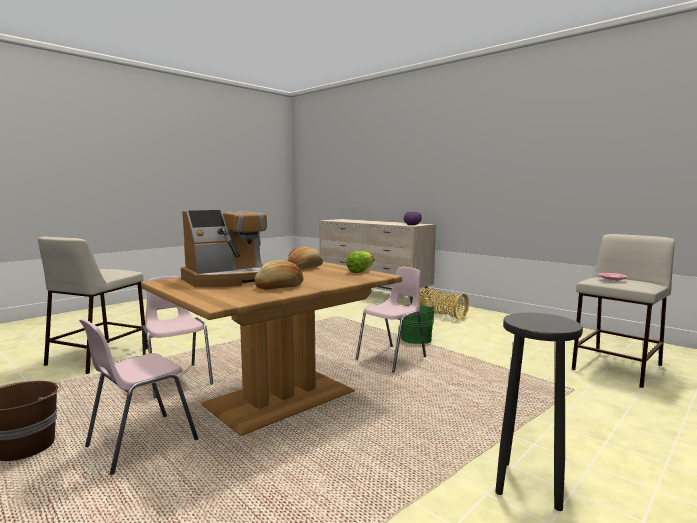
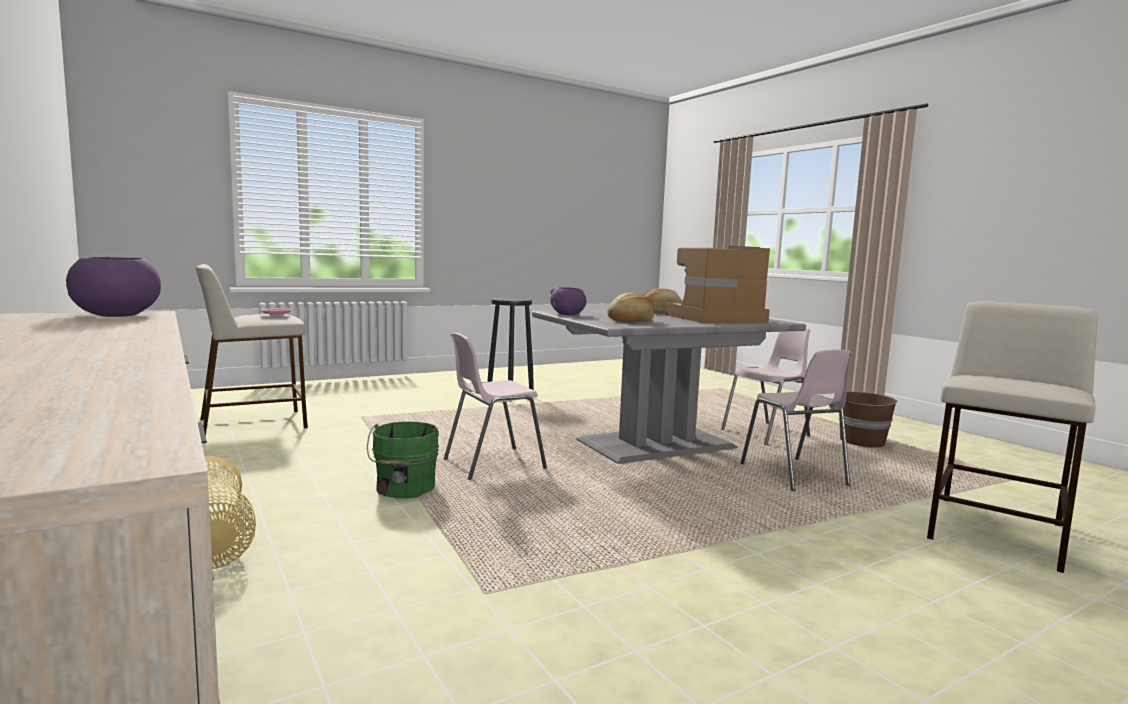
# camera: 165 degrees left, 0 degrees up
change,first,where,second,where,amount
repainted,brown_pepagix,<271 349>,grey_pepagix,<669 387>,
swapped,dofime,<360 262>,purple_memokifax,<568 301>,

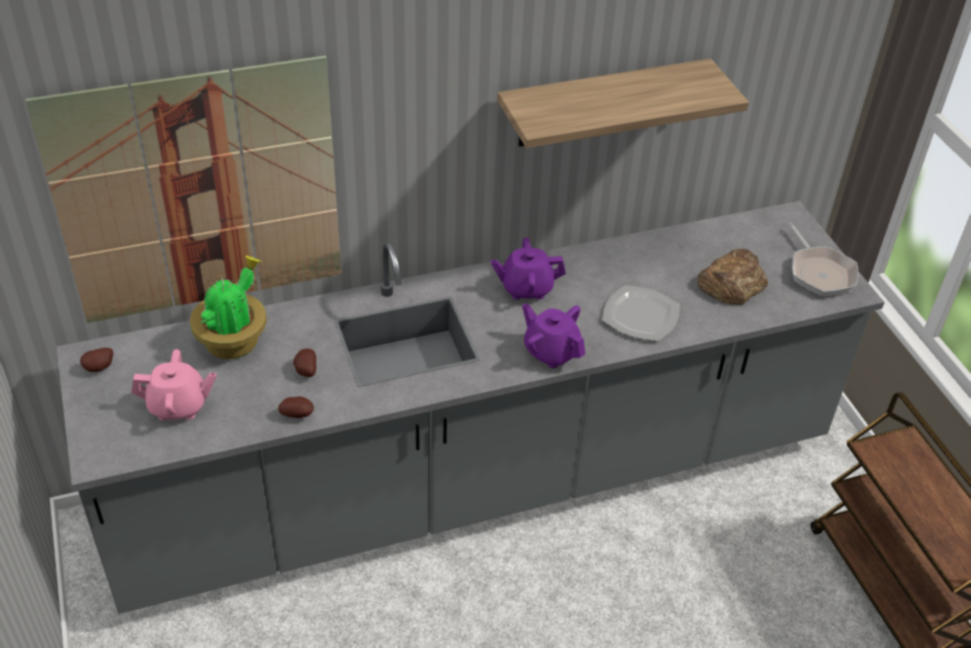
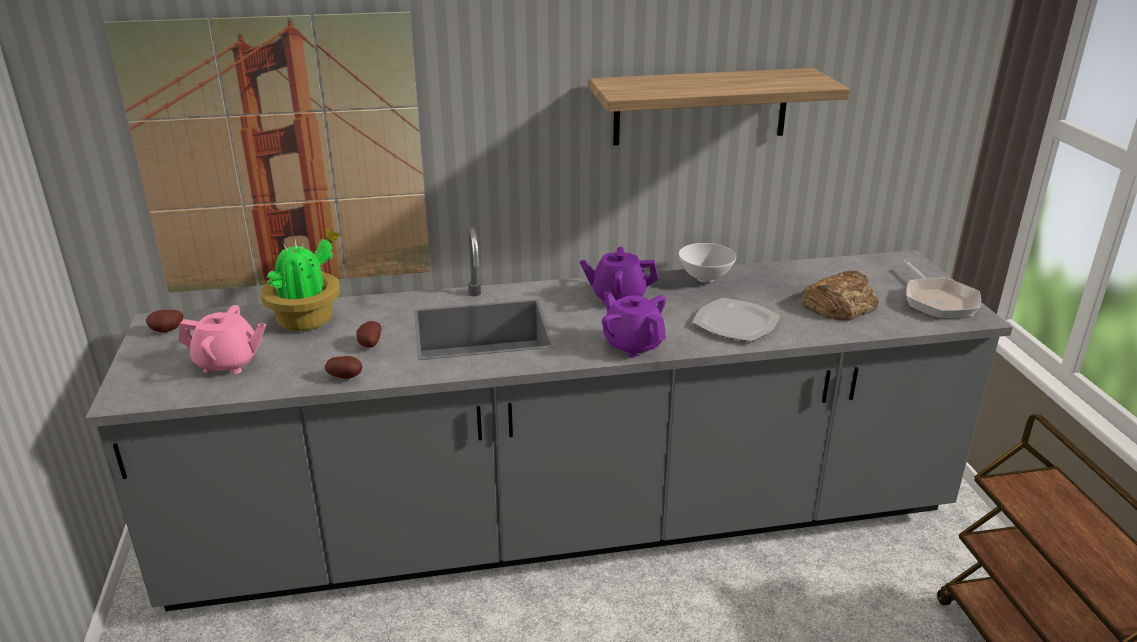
# camera: 10 degrees right, 15 degrees down
change,first,where,second,where,amount
new,,,white_memokifax,<707 263>,

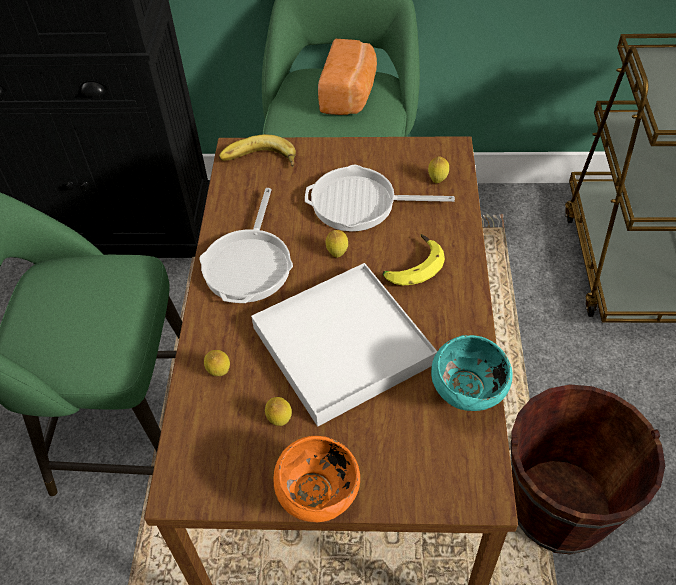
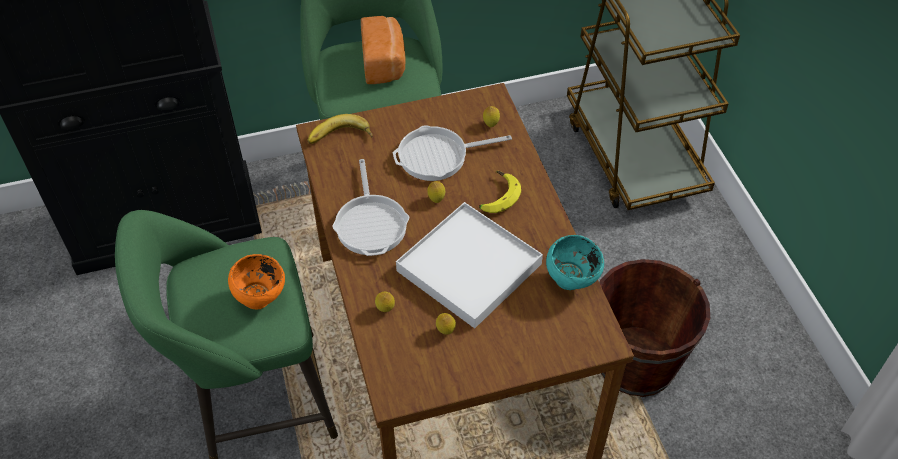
# camera: 20 degrees left, 0 degrees up
change,first,where,second,where,amount
shifted,orange_memokifax,<316 479>,,<256 282>,

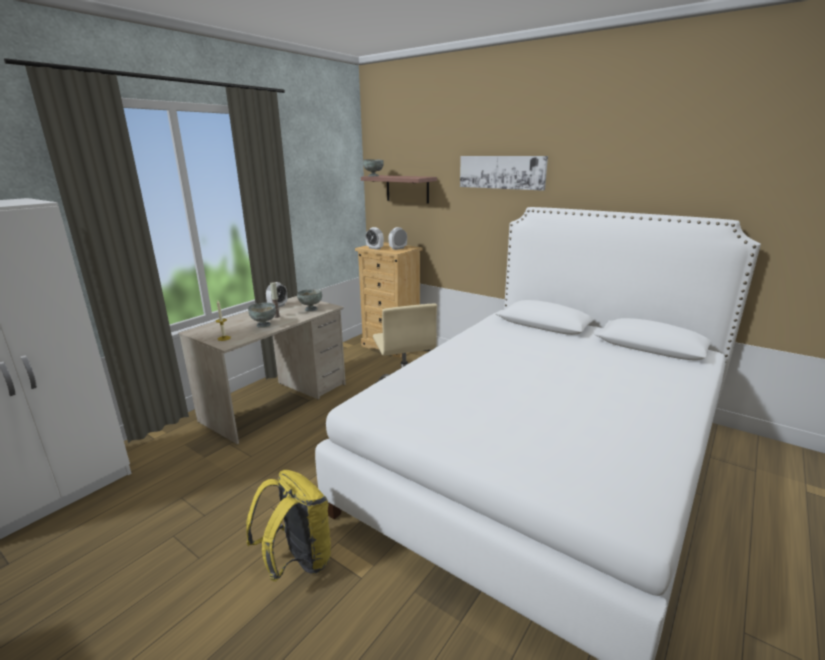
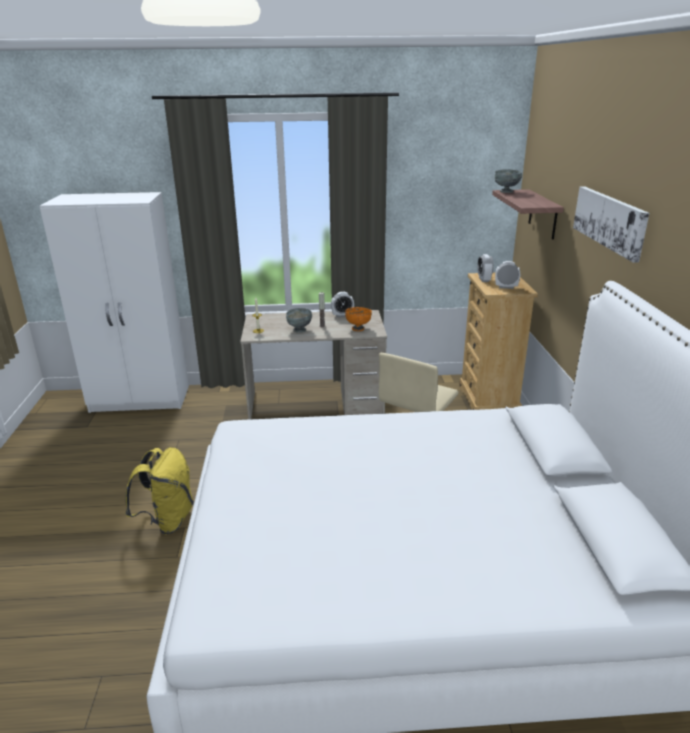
# camera: 50 degrees right, 5 degrees up
change,first,where,second,where,amount
repainted,grey_memokifax,<309 300>,orange_memokifax,<358 319>,

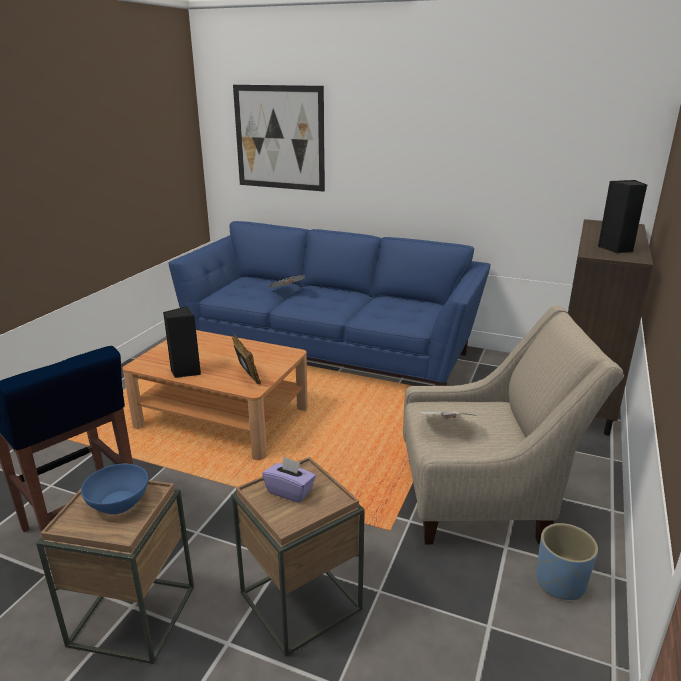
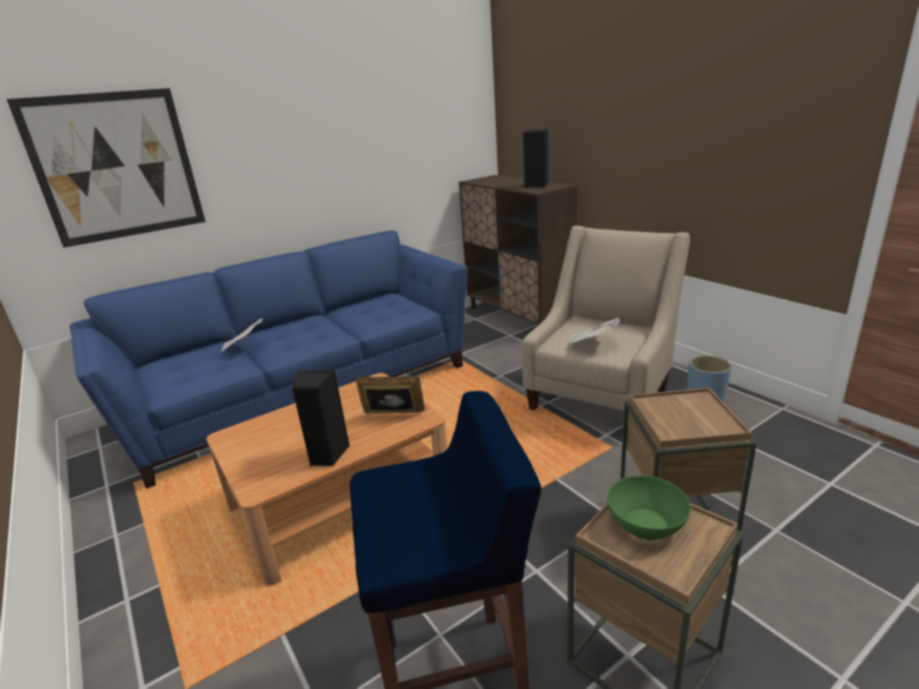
# camera: 55 degrees left, 0 degrees up
change,first,where,second,where,amount
repainted,blue_memokifax,<114 489>,green_memokifax,<649 507>,
gone,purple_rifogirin,<289 479>,,,

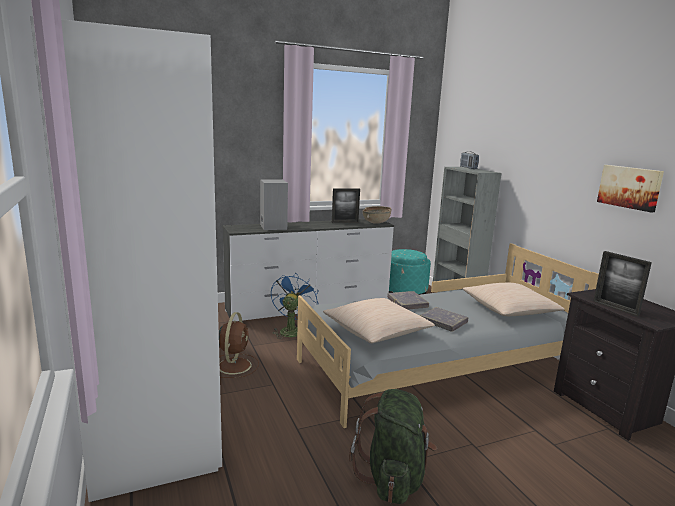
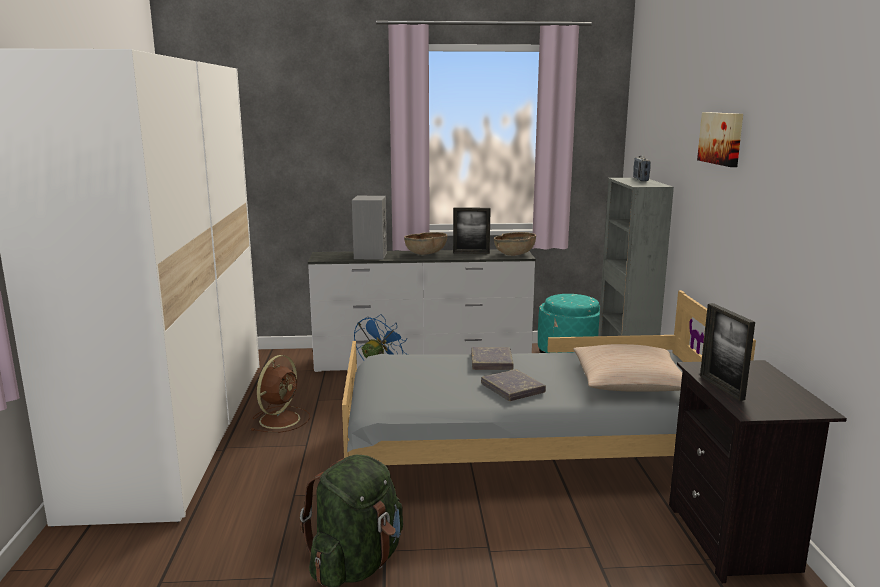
# camera: 20 degrees right, 0 degrees up
change,first,where,second,where,amount
gone,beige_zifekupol,<379 320>,,,
shifted,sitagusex,<630 188>,,<720 139>,
new,,,brown_memokifax,<425 243>,

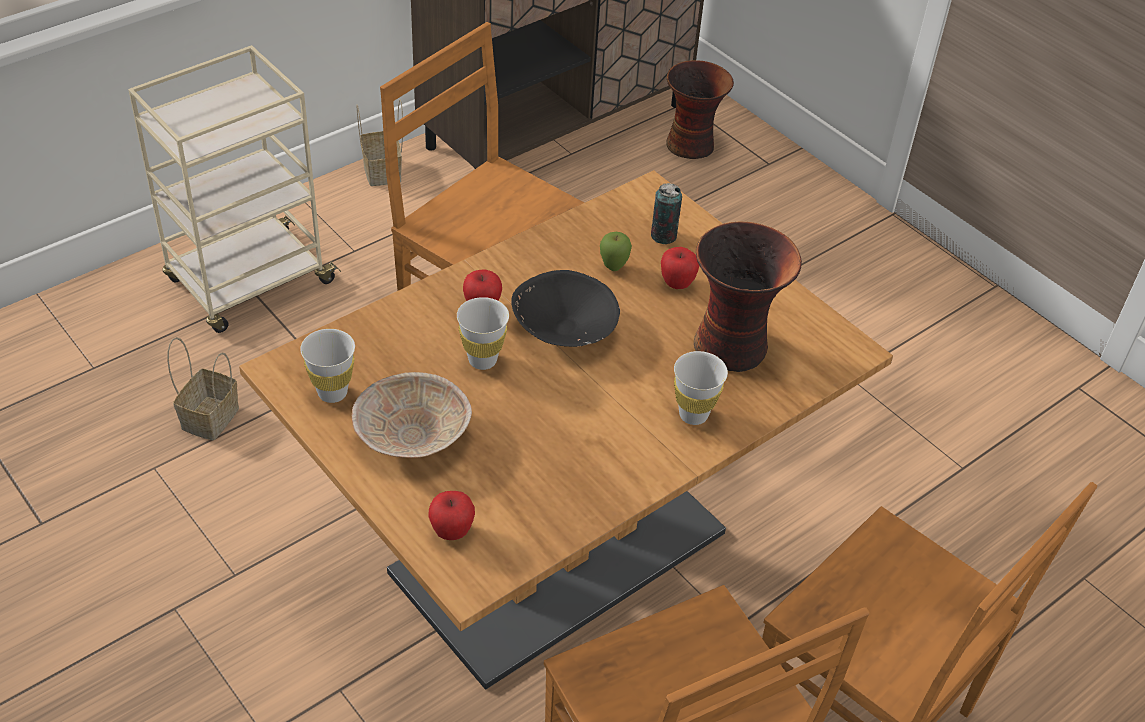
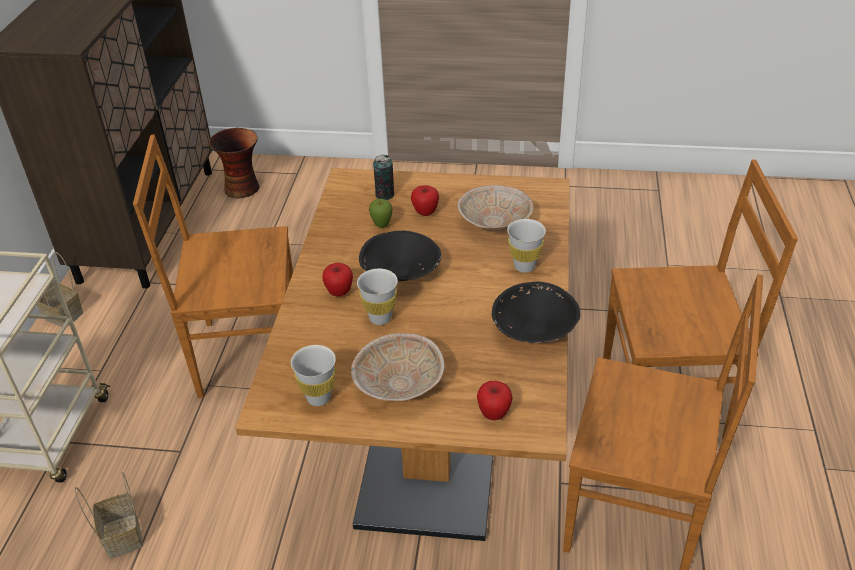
# camera: 40 degrees left, 5 degrees down
change,first,where,second,where,amount
swapped,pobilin,<748 297>,beige_memokifax,<495 207>,
new,,,black_memokifax,<536 312>,

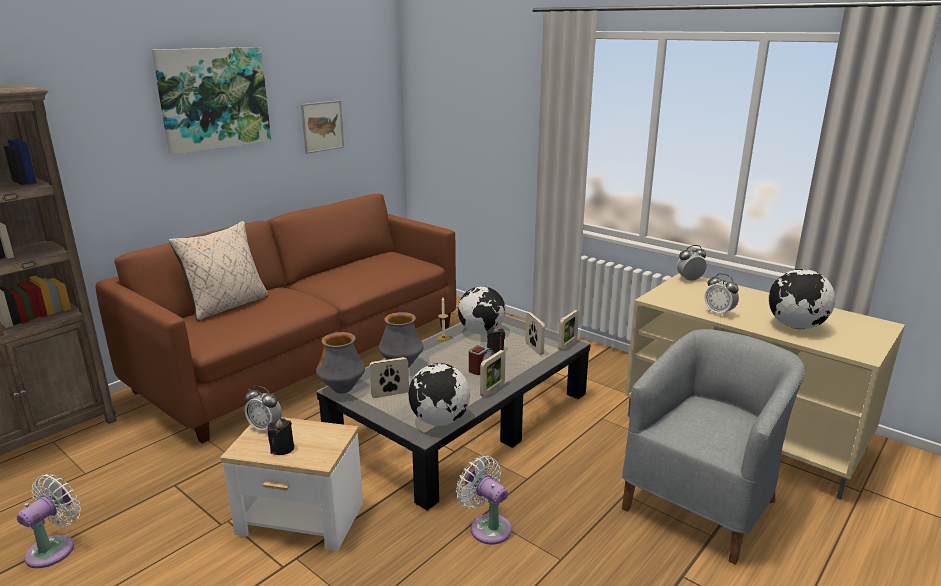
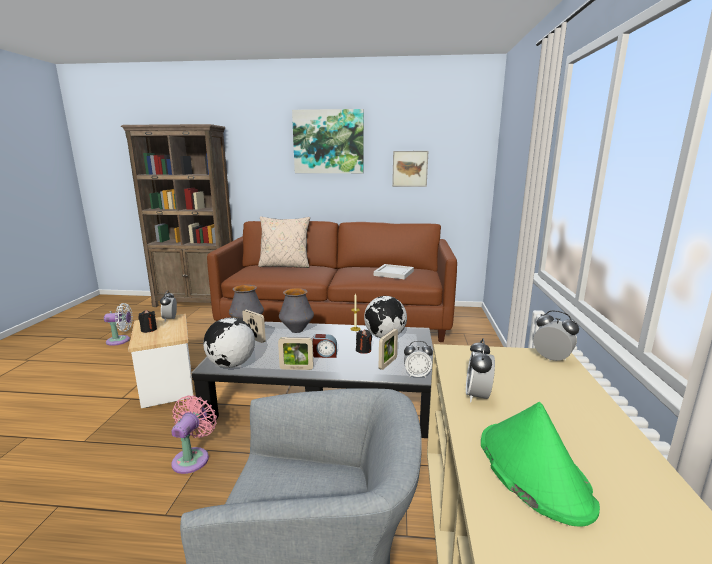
# camera: 55 degrees right, 5 degrees down
change,first,where,second,where,amount
repainted,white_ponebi,<484 500>,pink_ponebi,<194 434>,
swapped,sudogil,<568 330>,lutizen,<418 359>,
swapped,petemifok,<802 299>,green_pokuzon,<540 464>,
new,,,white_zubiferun,<394 271>,

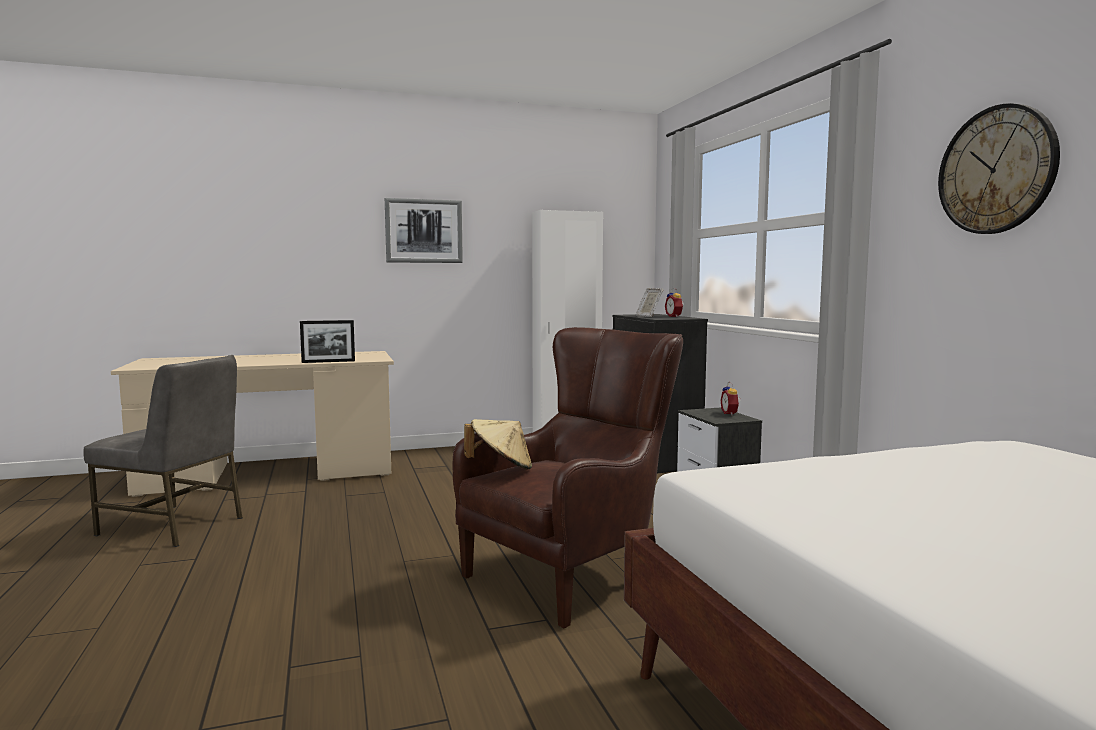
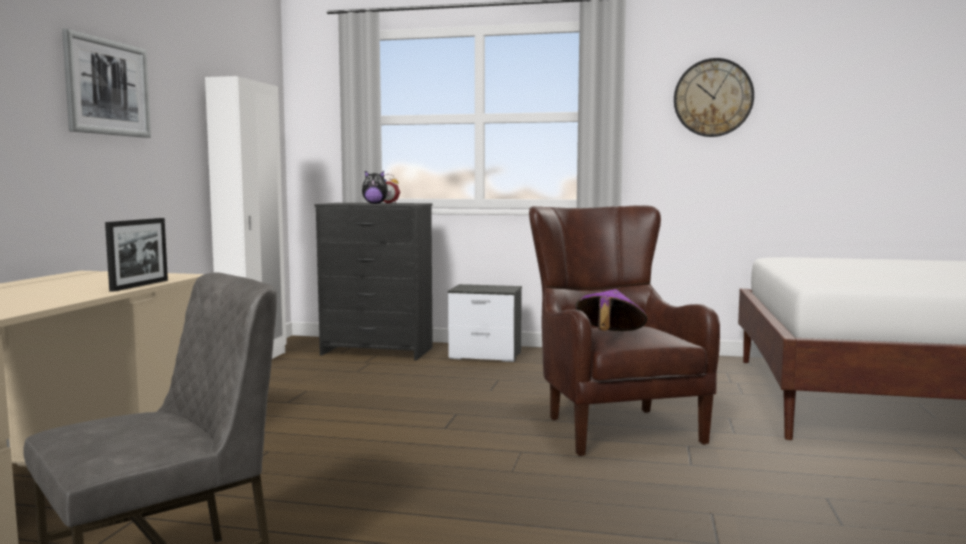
# camera: 60 degrees left, 0 degrees up
change,first,where,second,where,amount
repainted,beige_pokuzon,<498 444>,purple_pokuzon,<611 310>,
swapped,sudogil,<650 302>,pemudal,<376 187>,
gone,lutizen,<731 398>,,,

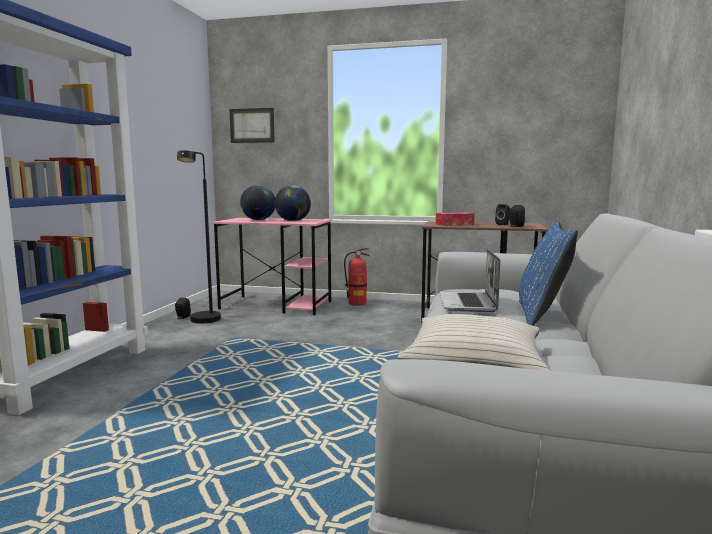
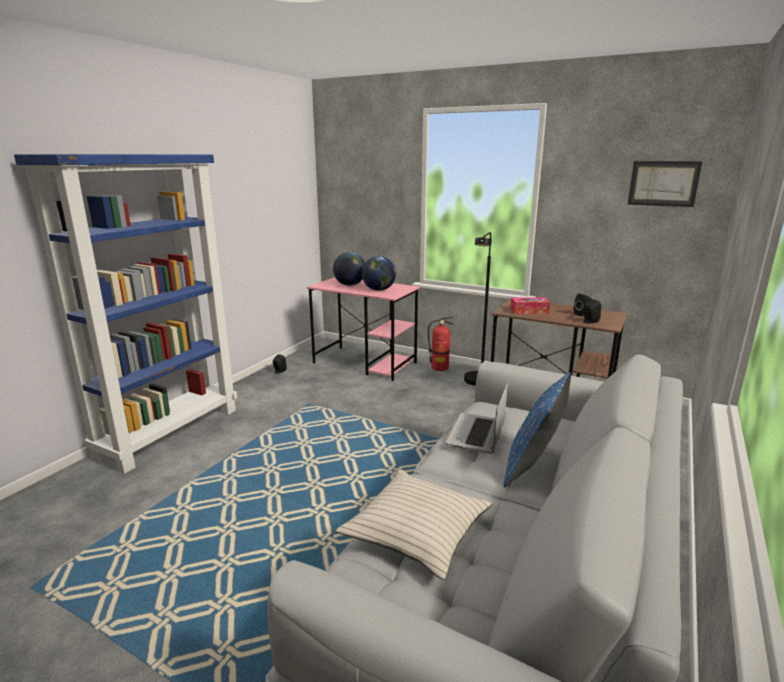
# camera: 15 degrees right, 10 degrees up
change,first,where,second,where,amount
shifted,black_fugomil,<199 237>,,<478 309>,
shifted,sitagusex,<252 125>,,<665 184>,

